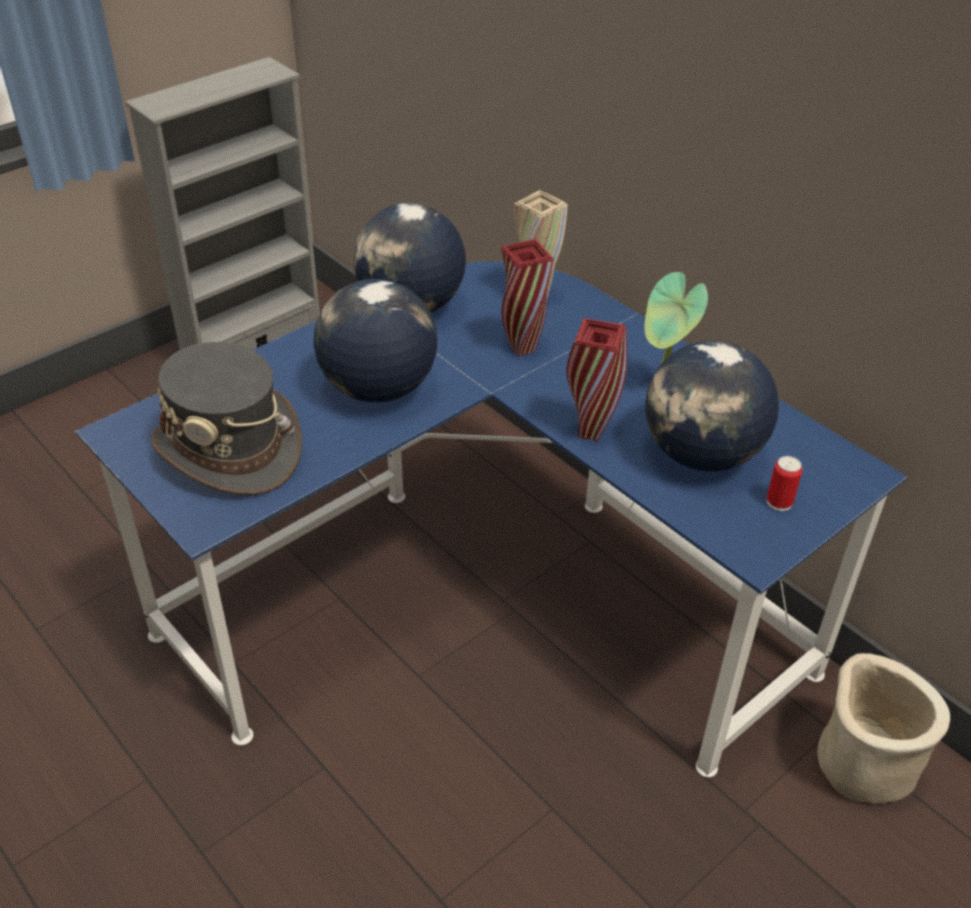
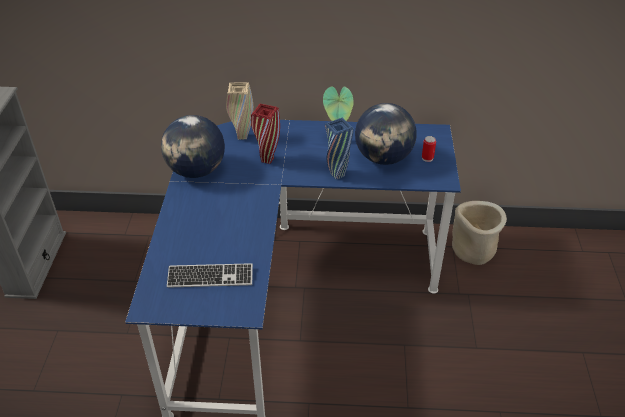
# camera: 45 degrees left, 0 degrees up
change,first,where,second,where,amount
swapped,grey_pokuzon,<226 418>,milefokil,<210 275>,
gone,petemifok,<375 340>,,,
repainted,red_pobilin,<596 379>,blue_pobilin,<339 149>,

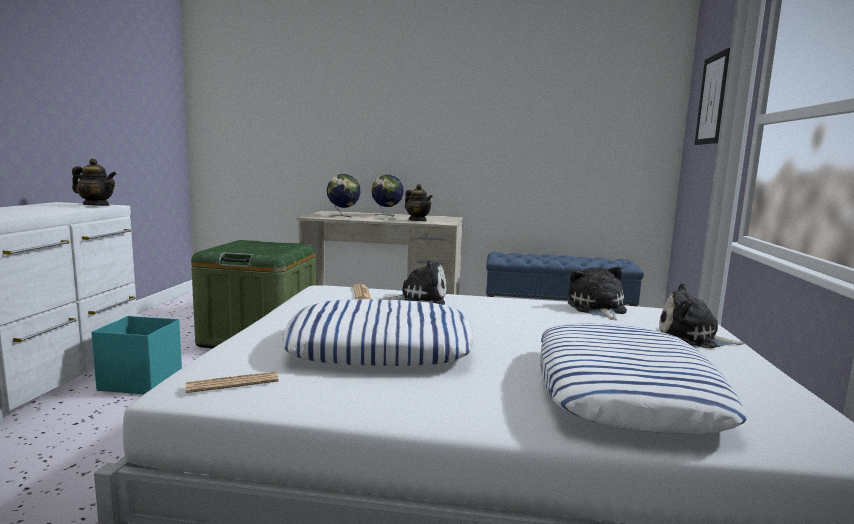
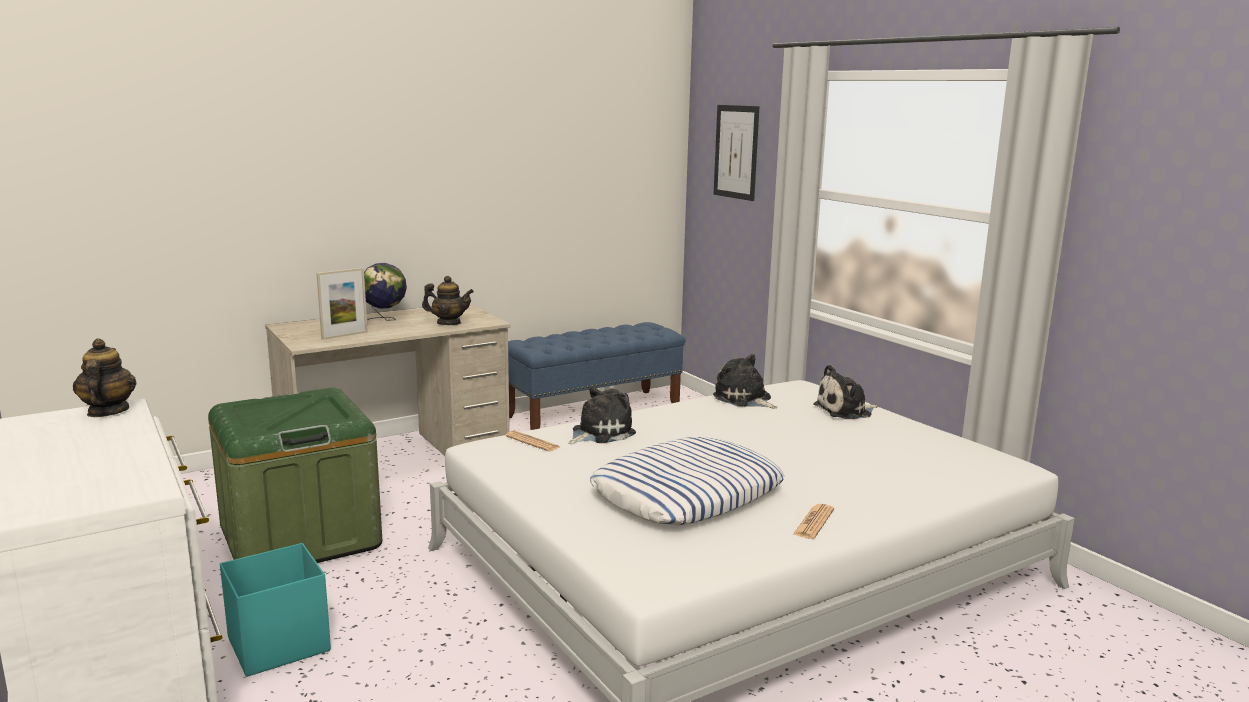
# camera: 40 degrees left, 5 degrees up
change,first,where,second,where,amount
rotated,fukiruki,<94 182>,,<104 377>,75 degrees counterclockwise
shifted,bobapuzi,<232 382>,,<813 521>,
swapped,petemifok,<344 195>,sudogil,<342 304>,
gone,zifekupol,<644 378>,,,

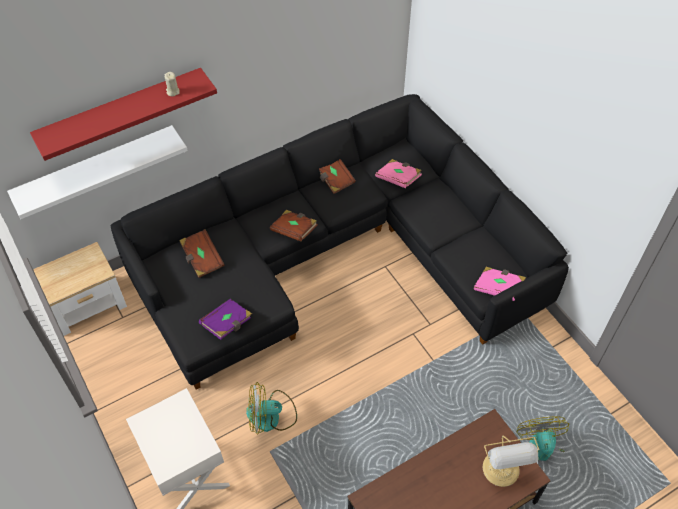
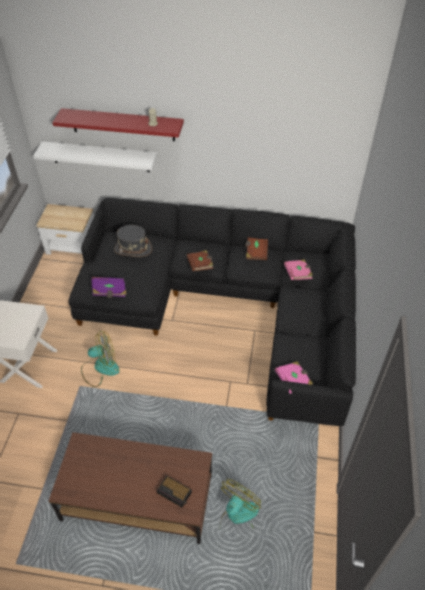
# camera: 40 degrees right, 5 degrees down
change,first,where,second,where,amount
swapped,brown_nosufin,<202 253>,grey_pokuzon,<133 241>,
rotated,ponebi,<271 408>,,<100 358>,135 degrees clockwise
swapped,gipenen,<511 461>,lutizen,<174 491>,

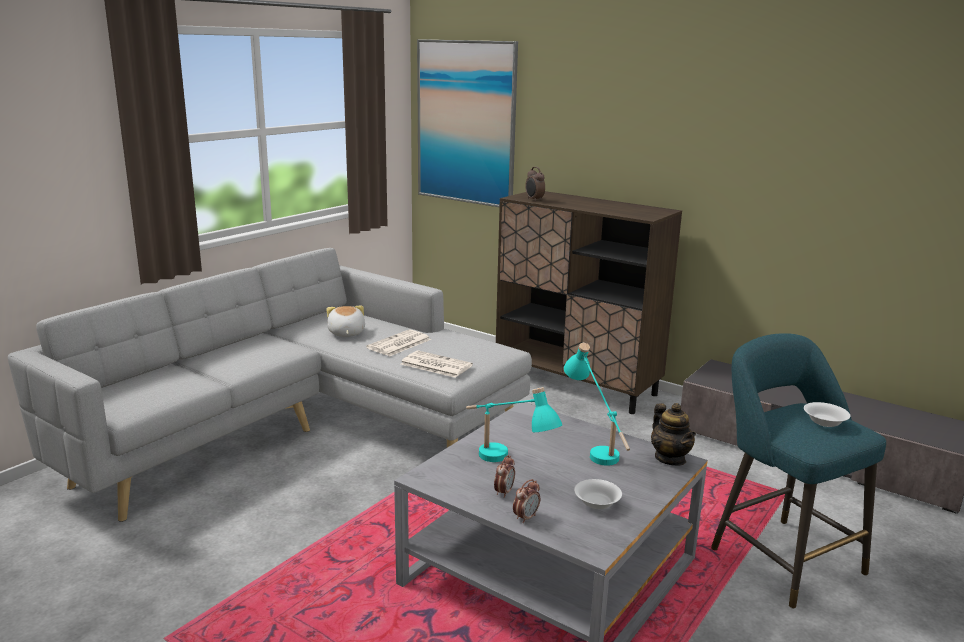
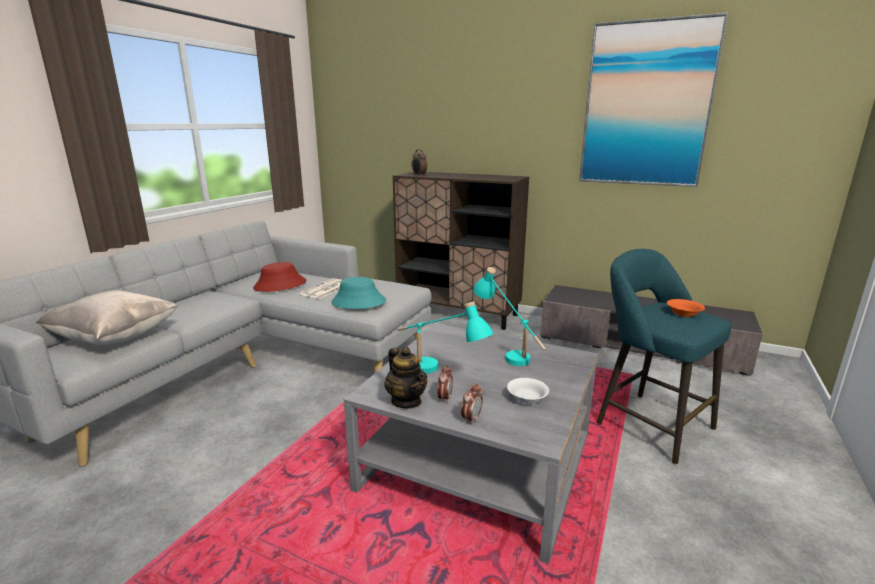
# camera: 10 degrees left, 0 degrees up
change,first,where,second,where,amount
swapped,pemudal,<346 321>,red_pokuzon,<279 277>,
swapped,bobapuzi,<437 364>,turquoise_pokuzon,<358 293>,
shifted,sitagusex,<467 123>,,<653 100>,
shifted,fukiruki,<673 434>,,<406 378>,
repainted,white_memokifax,<827 414>,orange_memokifax,<686 308>,
new,,,beige_zifekupol,<107 317>,

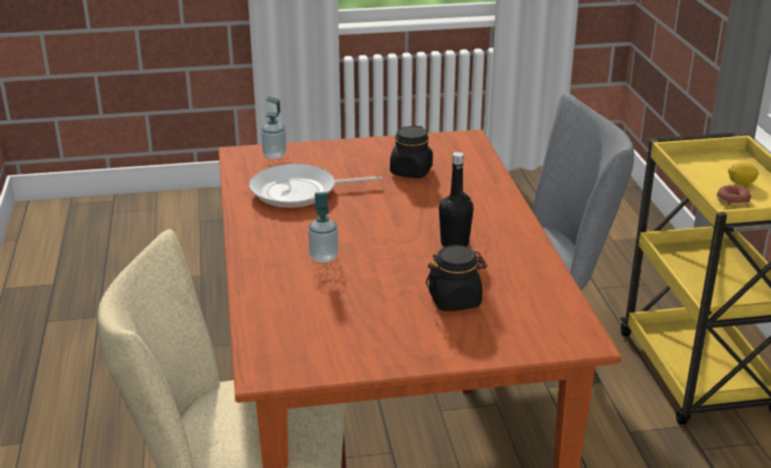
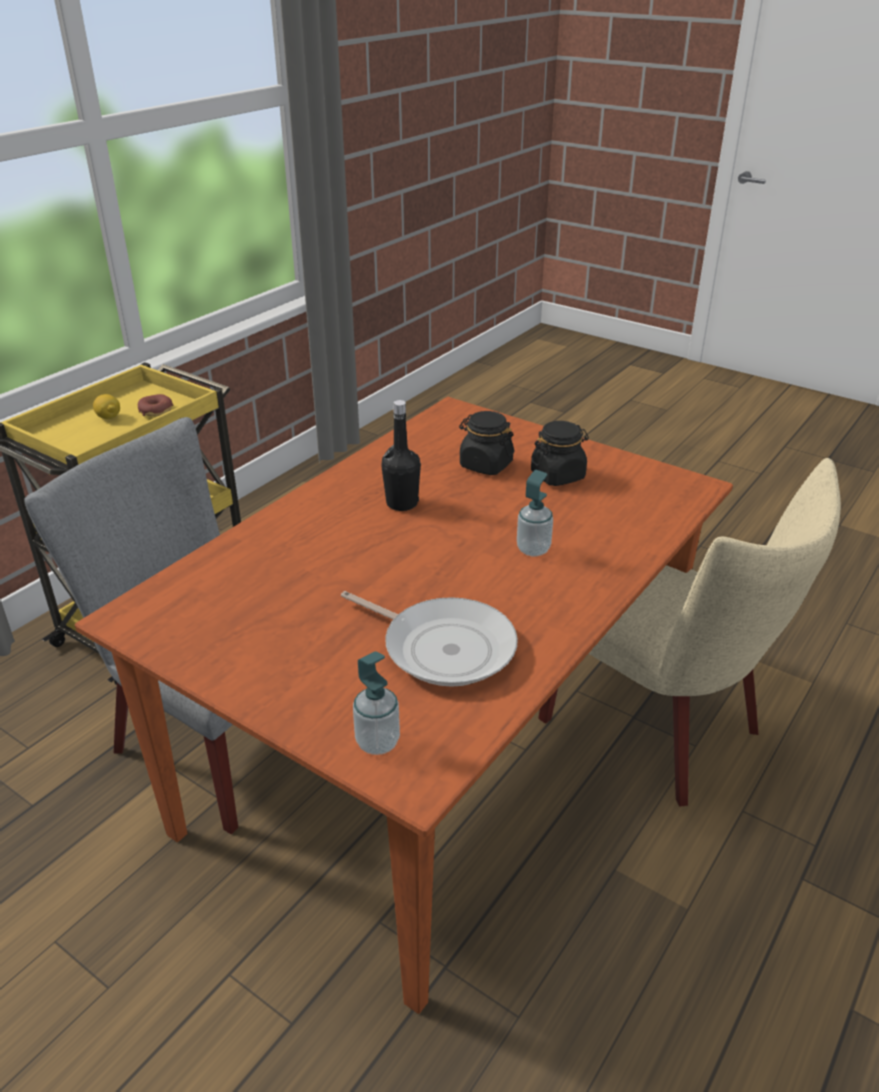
# camera: 135 degrees left, 5 degrees up
change,first,where,second,where,amount
shifted,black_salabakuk,<411 151>,,<560 453>,

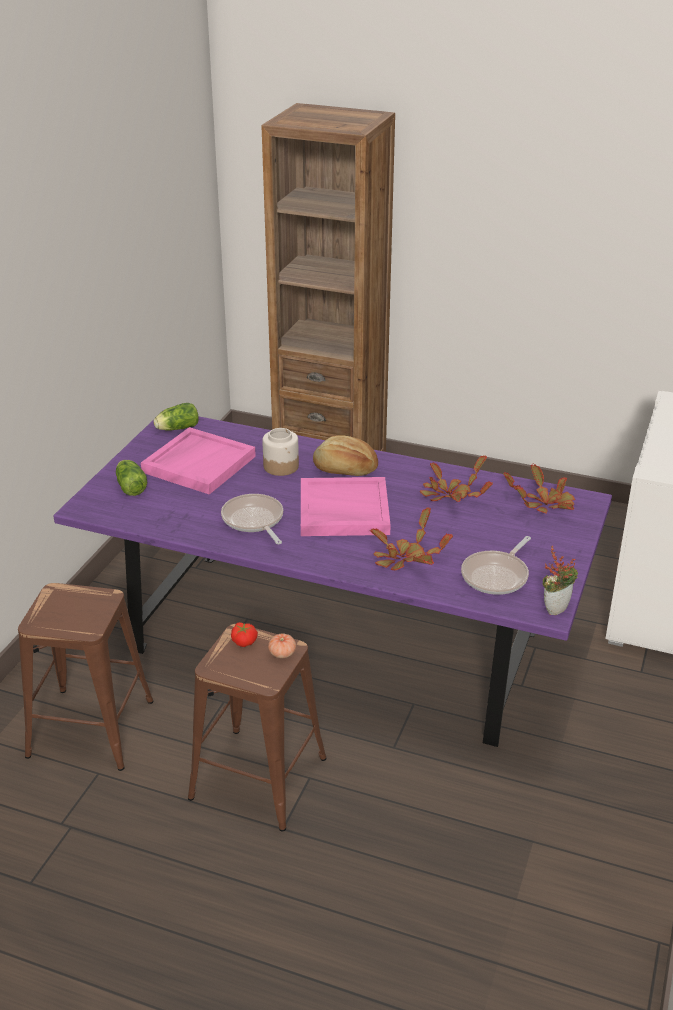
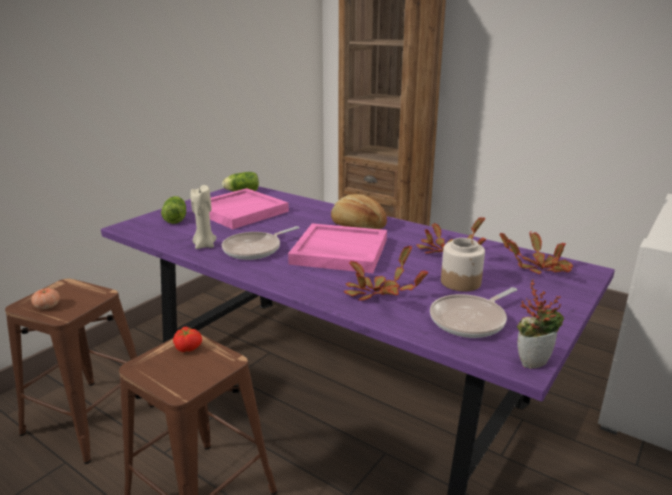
# camera: 15 degrees right, 10 degrees down
change,first,where,second,where,amount
rotated,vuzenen,<252 519>,,<260 243>,120 degrees counterclockwise
shifted,salabakuk,<280 452>,,<463 265>,
shifted,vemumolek,<282 646>,,<45 298>,
new,,,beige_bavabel,<204 217>,

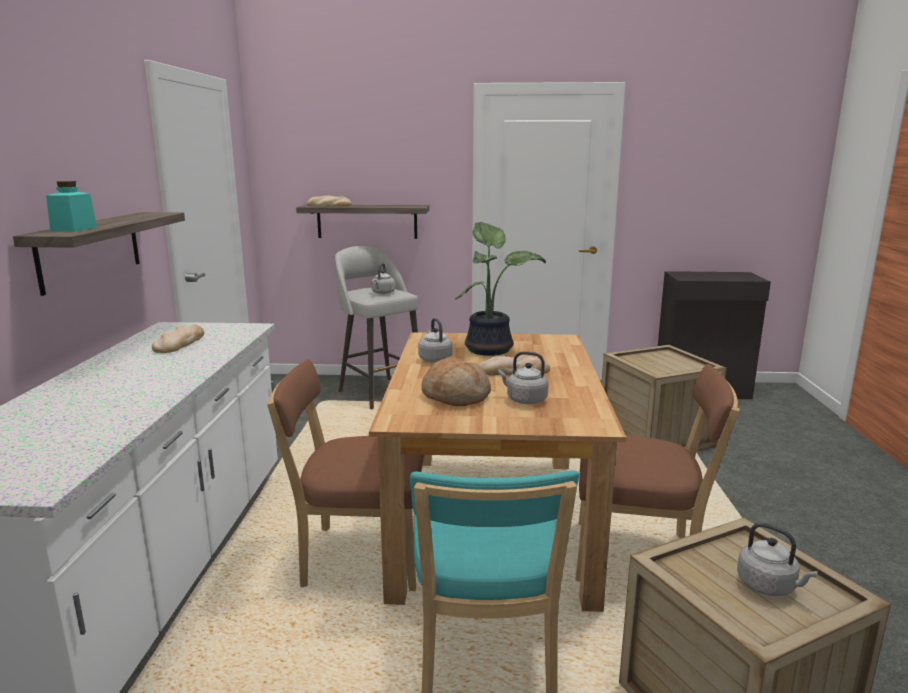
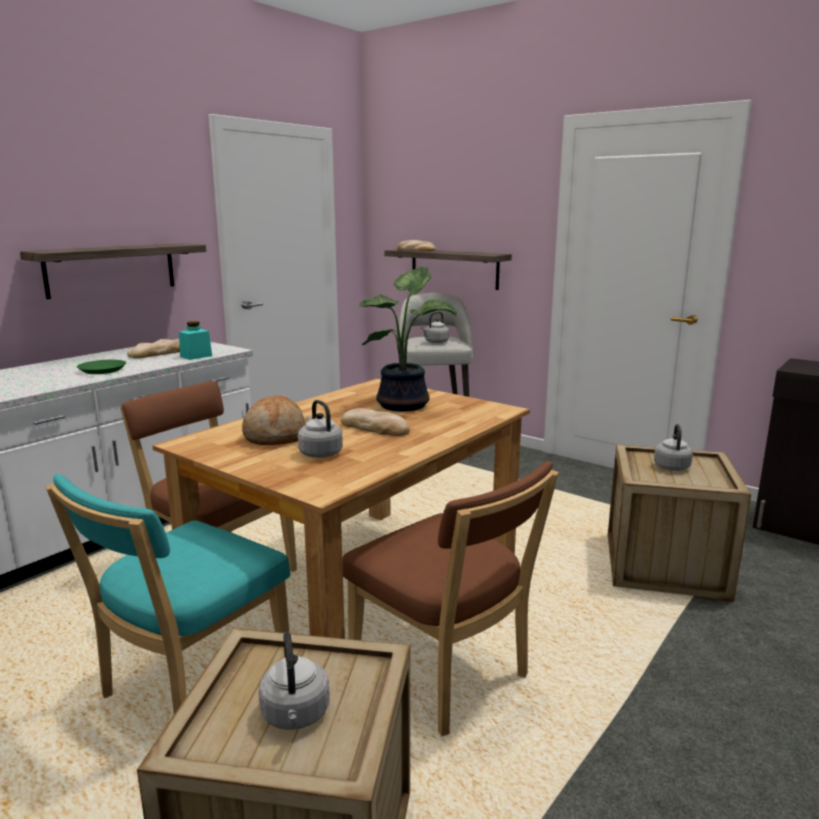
# camera: 35 degrees right, 0 degrees up
change,first,where,second,where,amount
shifted,turquoise_salabakuk,<71 206>,,<195 340>,
shifted,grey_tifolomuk,<435 340>,,<673 447>,
new,,,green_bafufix,<101 367>,

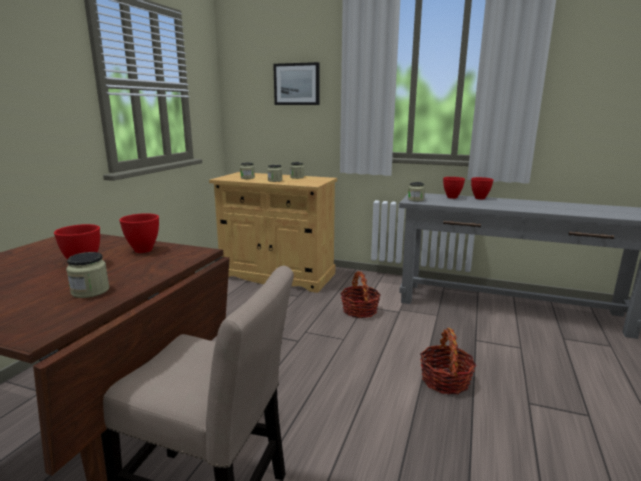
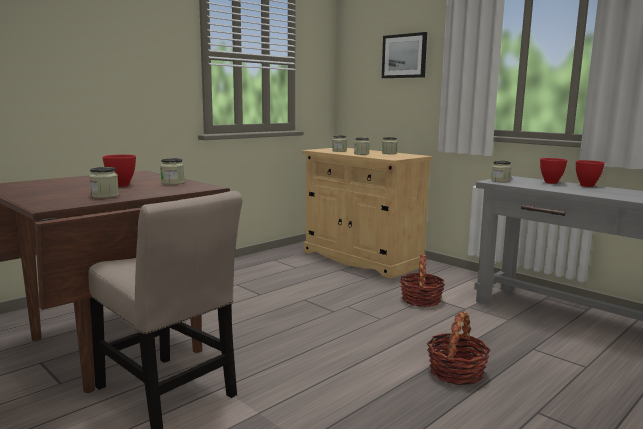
# camera: 25 degrees right, 5 degrees down
change,first,where,second,where,amount
swapped,red_memokifax,<139 233>,salabakuk,<172 171>,

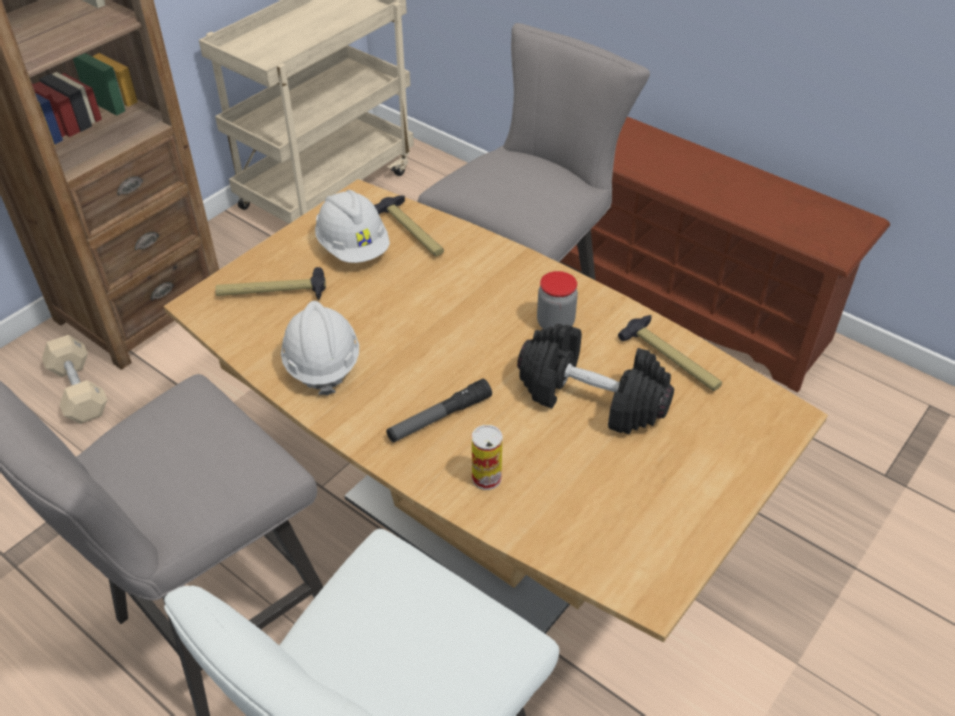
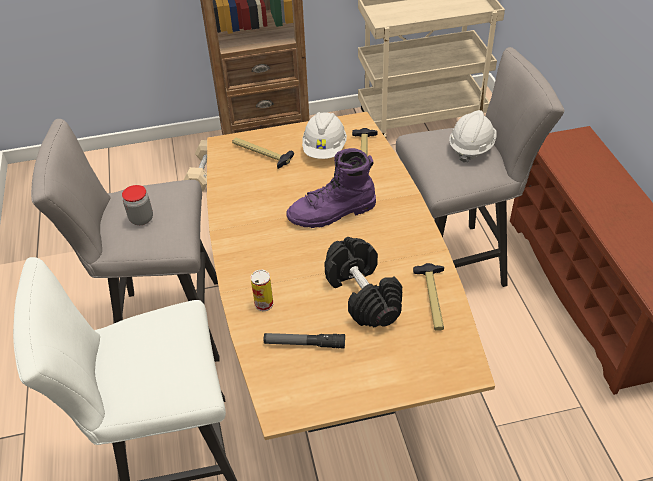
# camera: 40 degrees right, 0 degrees up
change,first,where,second,where,amount
shifted,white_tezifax,<320 348>,,<473 136>,
shifted,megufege,<439 410>,,<304 341>,
shifted,salabakuk,<557 300>,,<137 205>,
new,,,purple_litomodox,<331 188>,

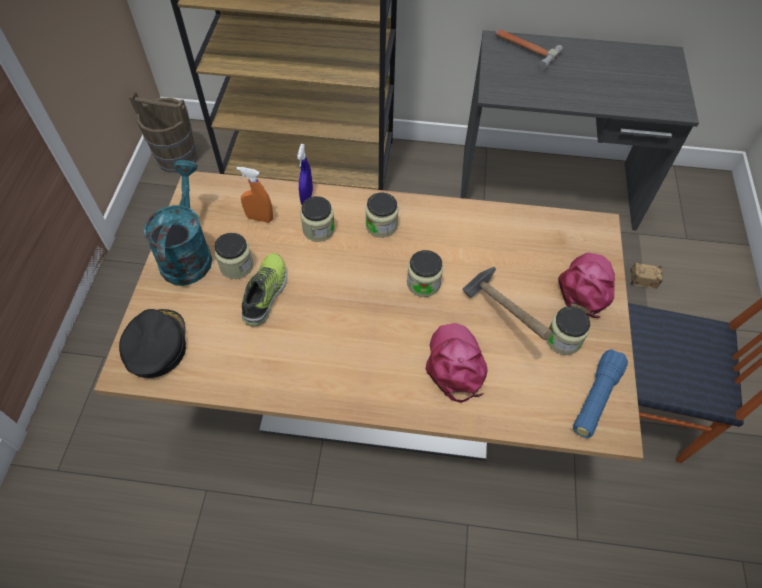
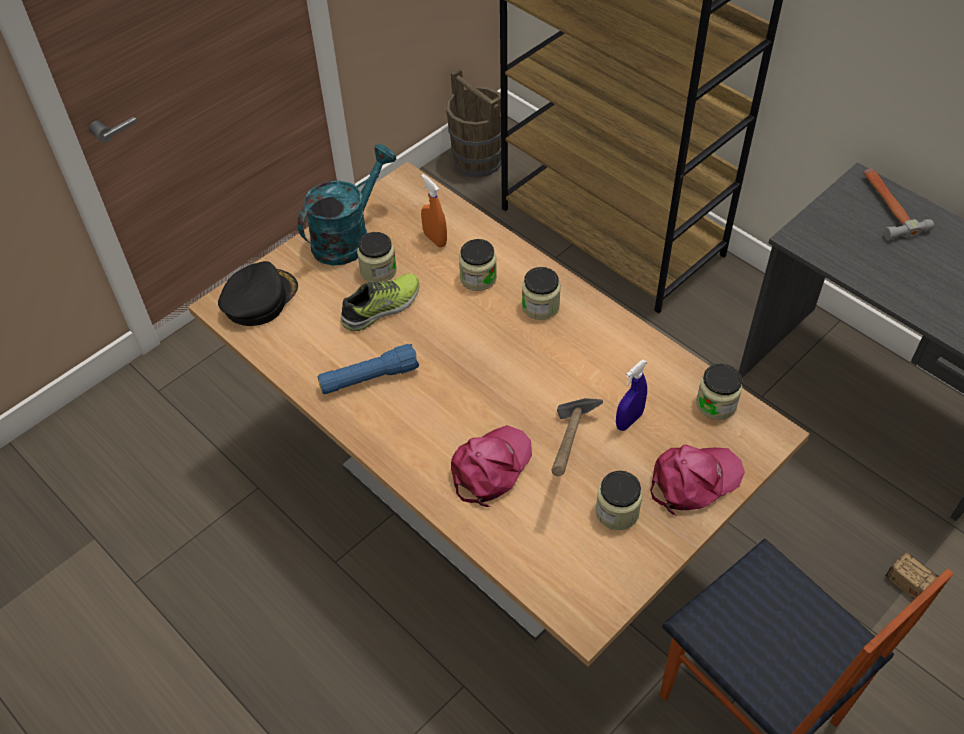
# camera: 40 degrees right, 5 degrees down
change,first,where,second,where,amount
shifted,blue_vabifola,<305 174>,,<631 395>,
shifted,salabakuk,<425 273>,,<719 392>,
shifted,blue_megufege,<600 393>,,<368 369>,

